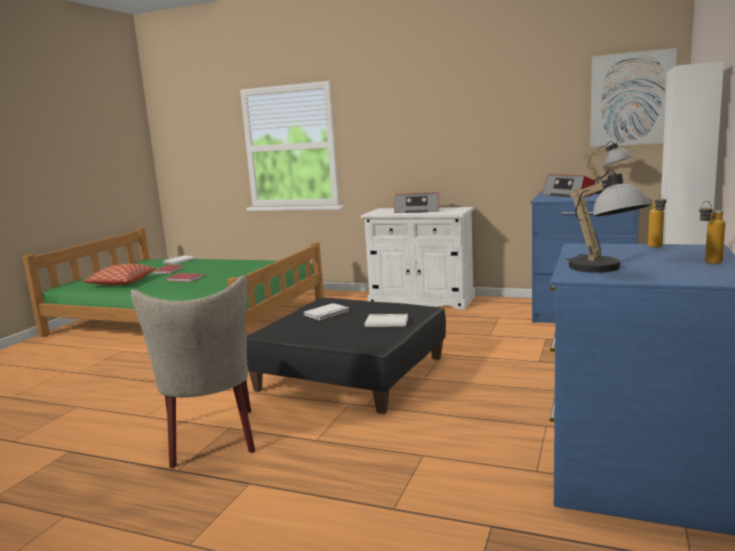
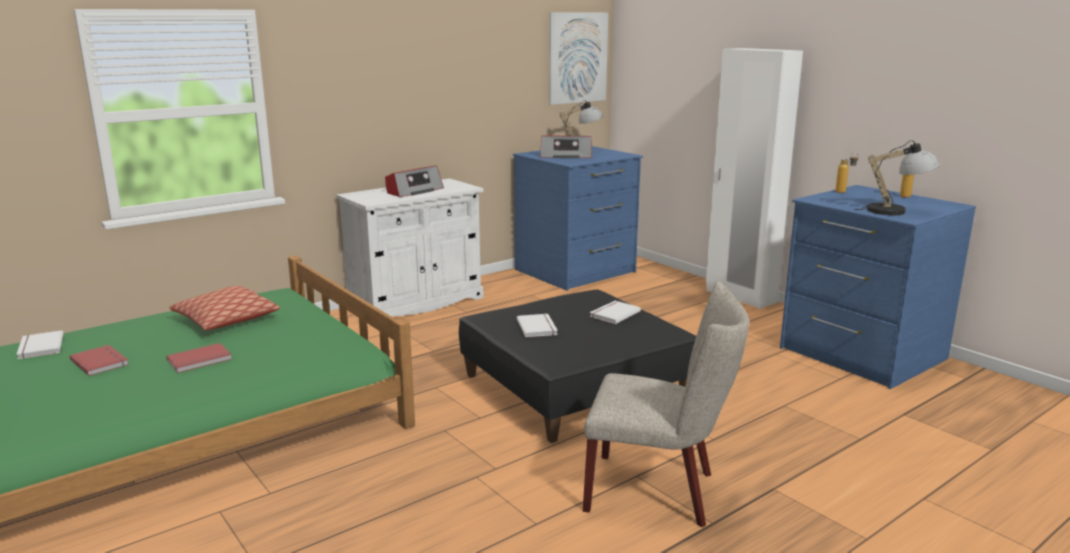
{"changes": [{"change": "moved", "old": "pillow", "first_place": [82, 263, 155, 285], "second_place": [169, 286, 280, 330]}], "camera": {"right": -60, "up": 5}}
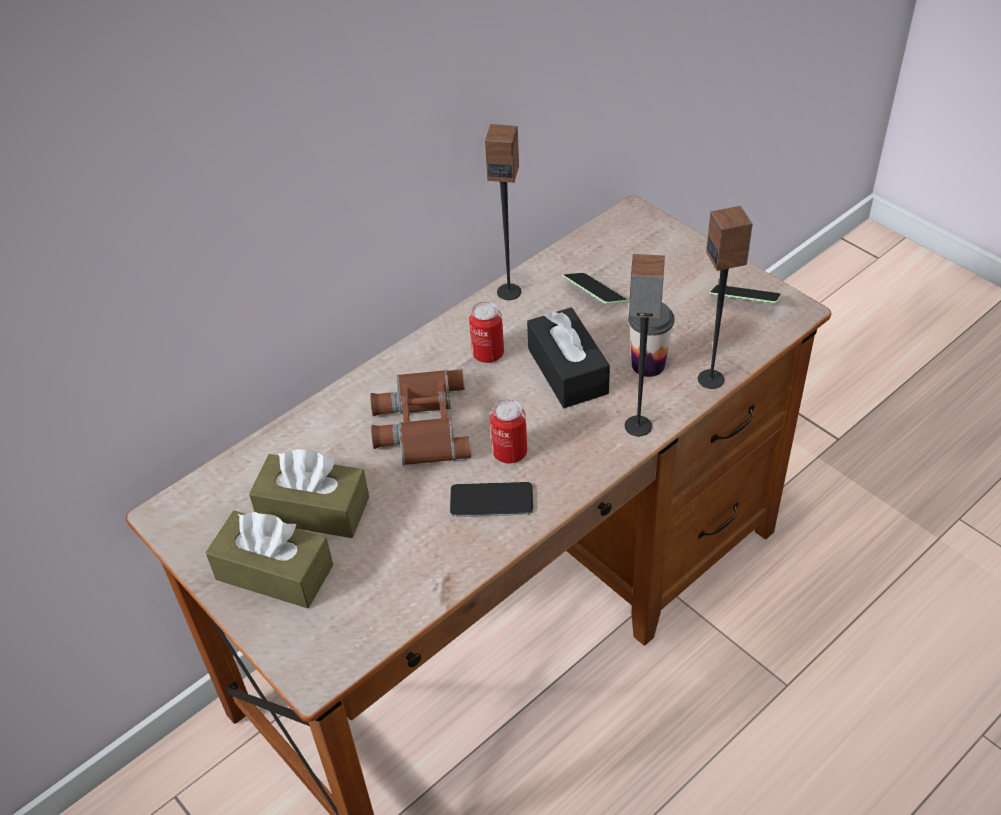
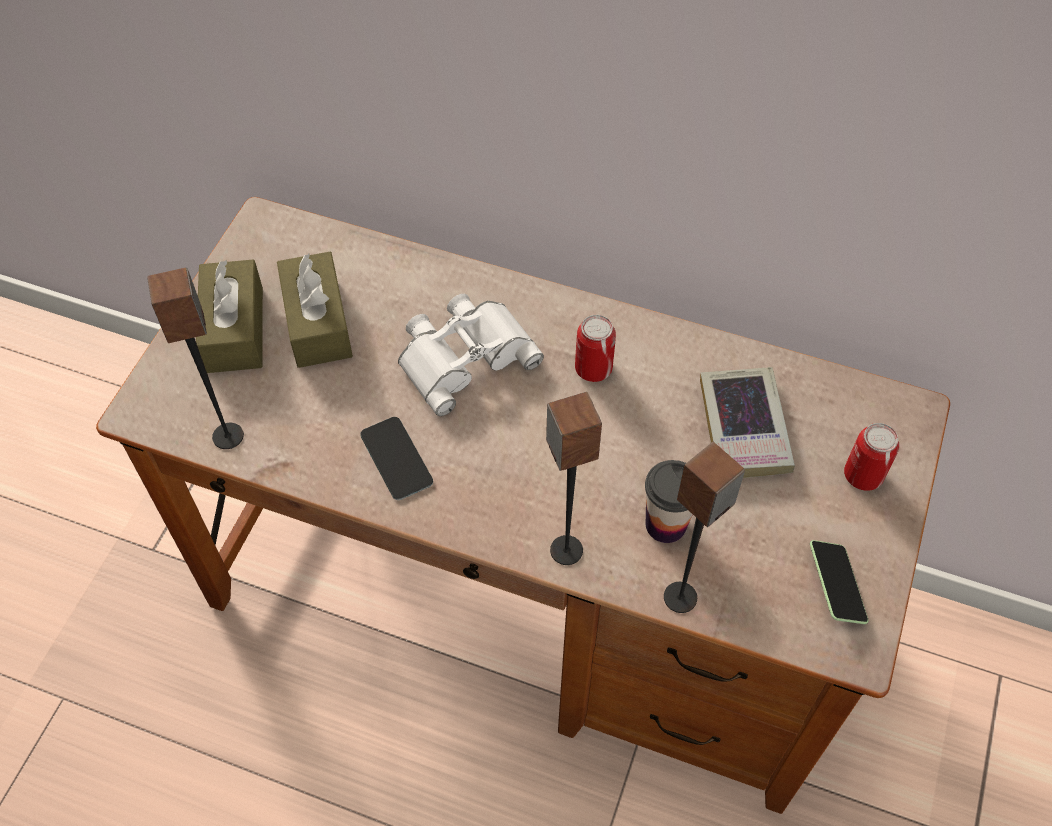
{"changes": [{"change": "recoloured", "old": "brown binoculars", "new": "white binoculars", "first_place": [370, 369, 472, 465], "second_place": [398, 294, 544, 416]}, {"change": "moved", "old": "speaker", "first_place": [485, 124, 521, 300], "second_place": [147, 268, 244, 449]}, {"change": "moved", "old": "can", "first_place": [490, 399, 527, 464], "second_place": [844, 423, 899, 491]}, {"change": "removed", "old": "black tissue box", "first_place": [527, 307, 610, 408]}, {"change": "replaced", "old": "phone", "new": "book", "first_place": [563, 273, 627, 304], "second_place": [700, 367, 795, 478]}], "camera": {"right": 60, "up": 10}}
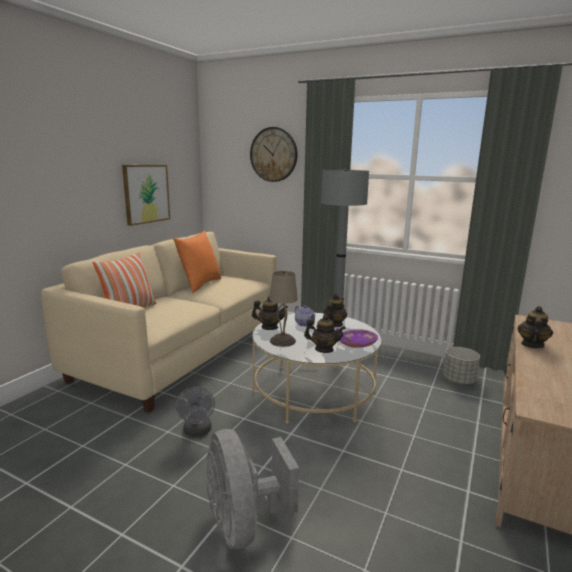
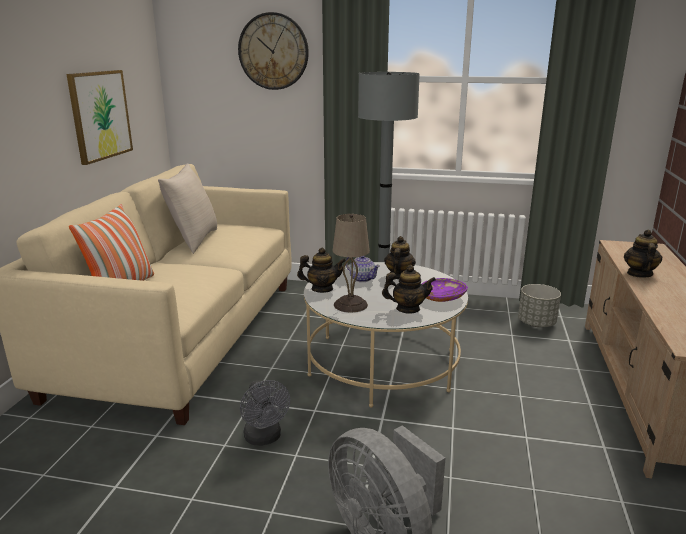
{"changes": [{"change": "recoloured", "old": "orange pillow", "new": "beige pillow", "first_place": [173, 230, 221, 293], "second_place": [158, 163, 217, 254]}], "camera": {"right": -15, "up": 5}}
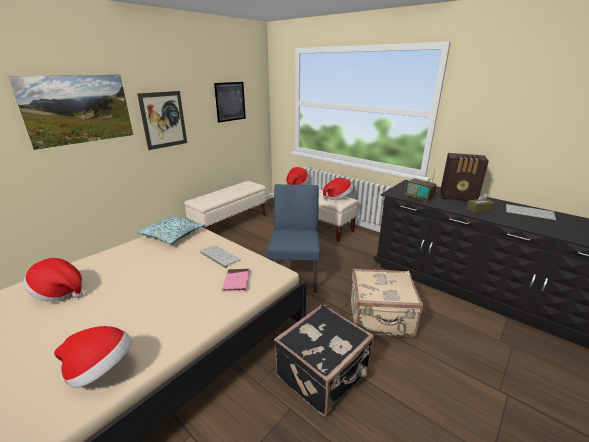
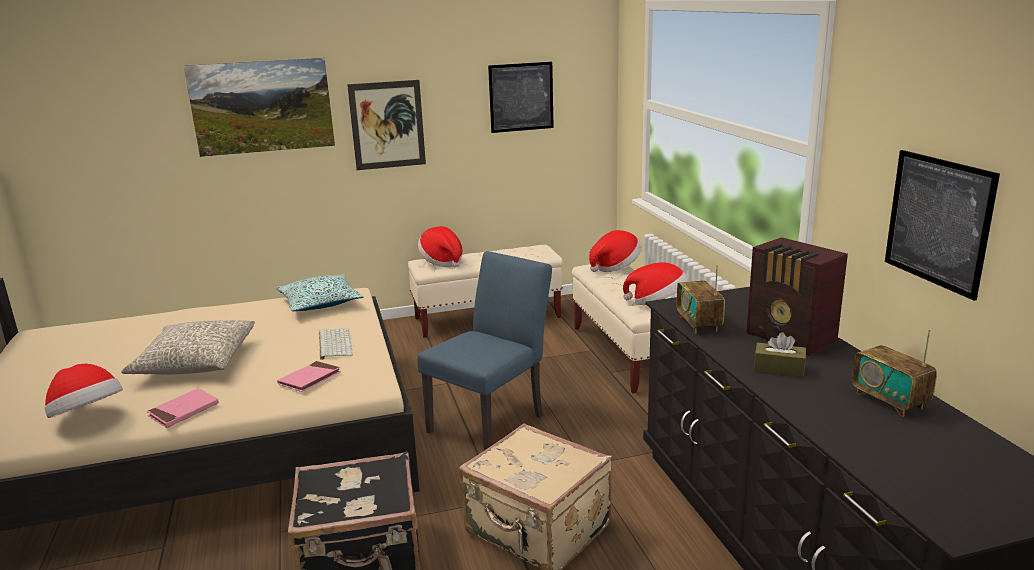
{"changes": [{"change": "moved", "old": "hat", "first_place": [24, 258, 83, 302], "second_place": [418, 226, 463, 268]}, {"change": "replaced", "old": "keyboard", "new": "radio", "first_place": [506, 204, 556, 220], "second_place": [852, 329, 937, 417]}, {"change": "added", "new": "grey pillow", "second_place": [121, 320, 255, 375]}, {"change": "added", "new": "pink book", "second_place": [147, 388, 219, 428]}, {"change": "added", "new": "picture", "second_place": [885, 150, 1000, 301]}], "camera": {"right": 35, "up": -5}}
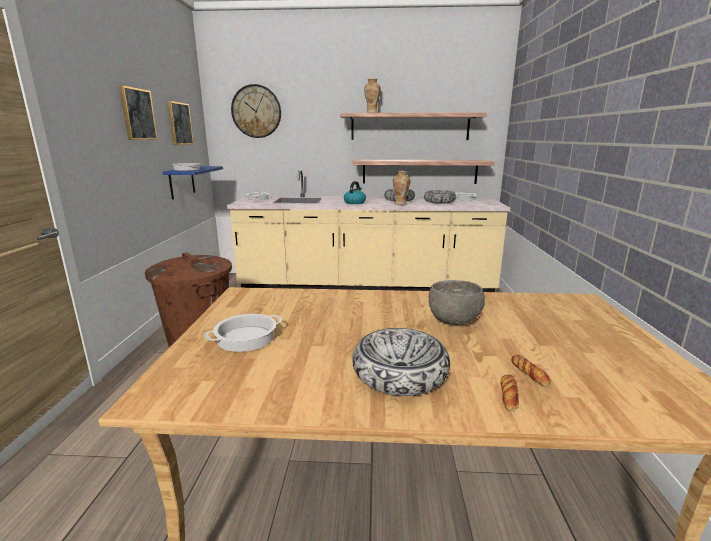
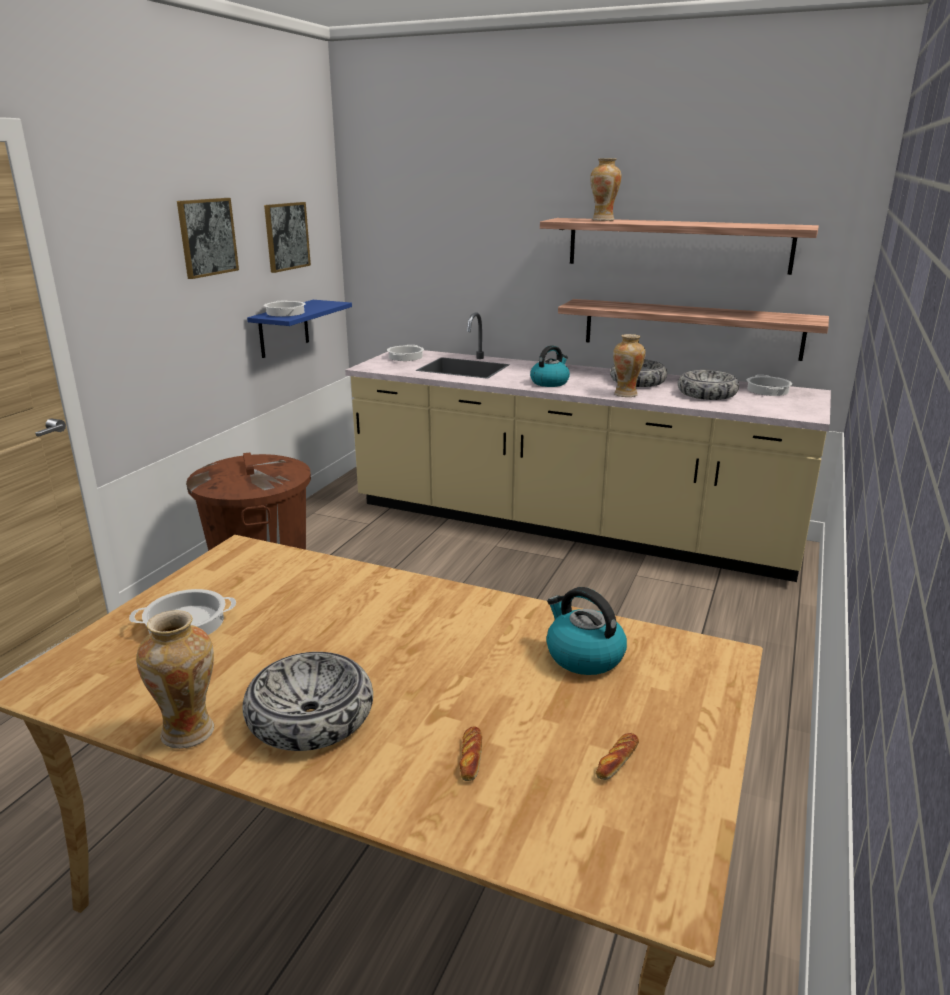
{"changes": [{"change": "removed", "old": "wall clock", "first_place": [231, 84, 281, 138]}, {"change": "removed", "old": "grey bowl", "first_place": [429, 280, 485, 325]}, {"change": "moved", "old": "bread", "first_place": [500, 374, 519, 411], "second_place": [596, 733, 639, 780]}, {"change": "added", "new": "vase", "second_place": [136, 610, 214, 749]}, {"change": "added", "new": "kettle", "second_place": [546, 587, 627, 675]}], "camera": {"right": 20, "up": 5}}
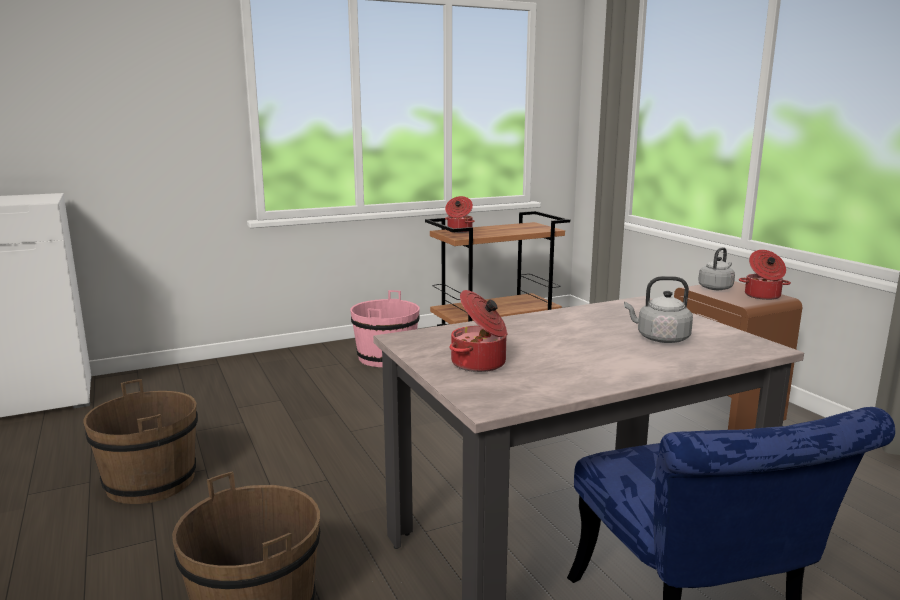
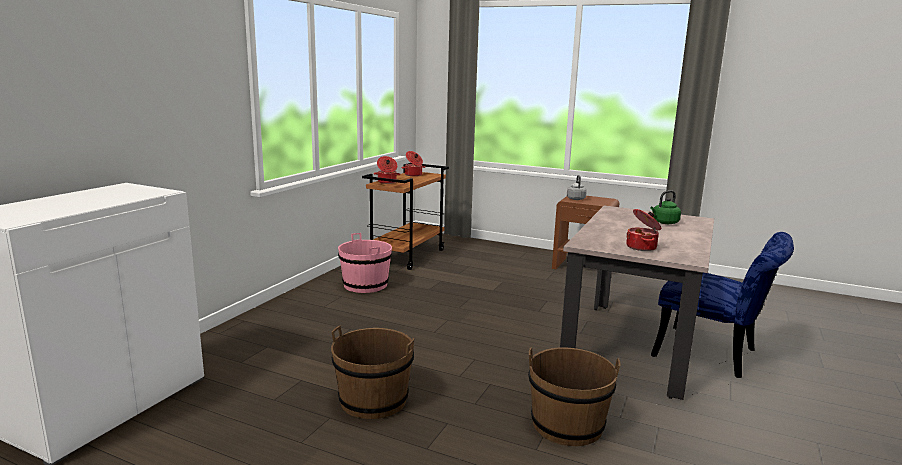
{"changes": [{"change": "recoloured", "old": "grey kettle", "new": "green kettle", "first_place": [624, 276, 693, 343], "second_place": [650, 190, 681, 224]}, {"change": "moved", "old": "cooking pot", "first_place": [739, 250, 791, 300], "second_place": [402, 151, 425, 176]}], "camera": {"right": -40, "up": 0}}
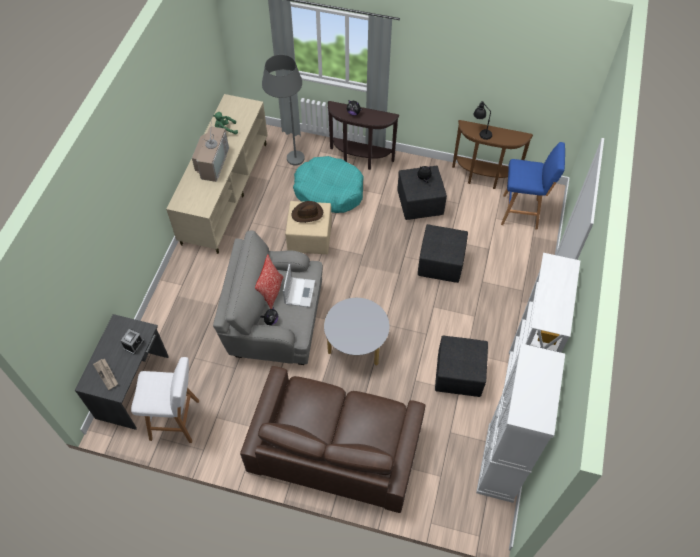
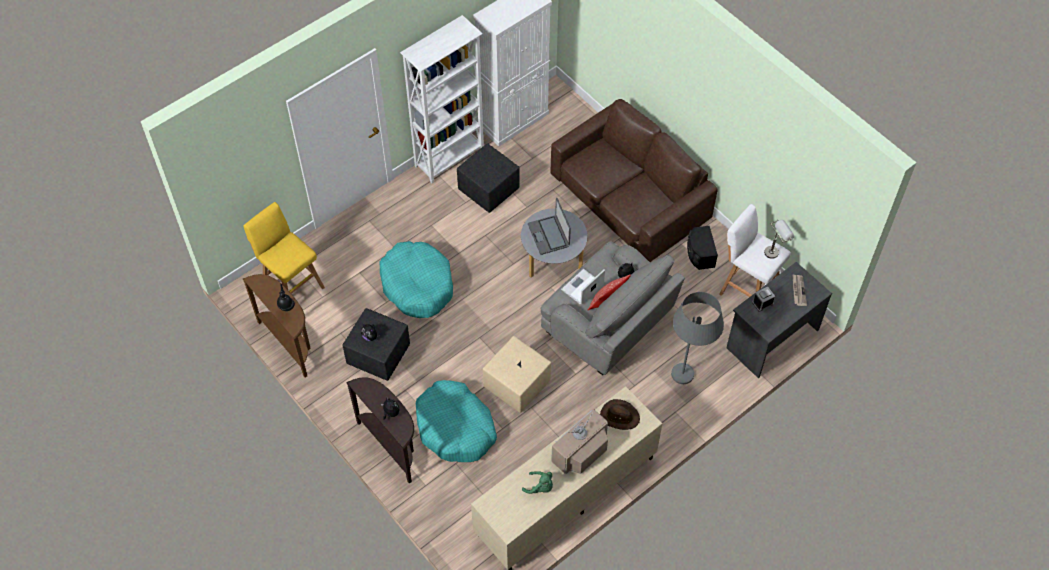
{"changes": [{"change": "moved", "old": "grey floor lamp", "first_place": [262, 55, 305, 165], "second_place": [671, 292, 724, 384]}, {"change": "moved", "old": "brown hat", "first_place": [291, 201, 323, 223], "second_place": [600, 399, 640, 430]}, {"change": "replaced", "old": "black ottoman", "new": "turquoise dog bed", "first_place": [418, 224, 468, 283], "second_place": [380, 241, 453, 318]}, {"change": "recoloured", "old": "blue stool", "new": "yellow stool", "first_place": [501, 142, 565, 230], "second_place": [243, 202, 325, 294]}, {"change": "added", "new": "laptop", "second_place": [528, 198, 571, 255]}, {"change": "added", "new": "black speaker", "second_place": [687, 226, 718, 270]}, {"change": "added", "new": "grey table lamp", "second_place": [764, 219, 794, 259]}], "camera": {"right": -145, "up": 0}}
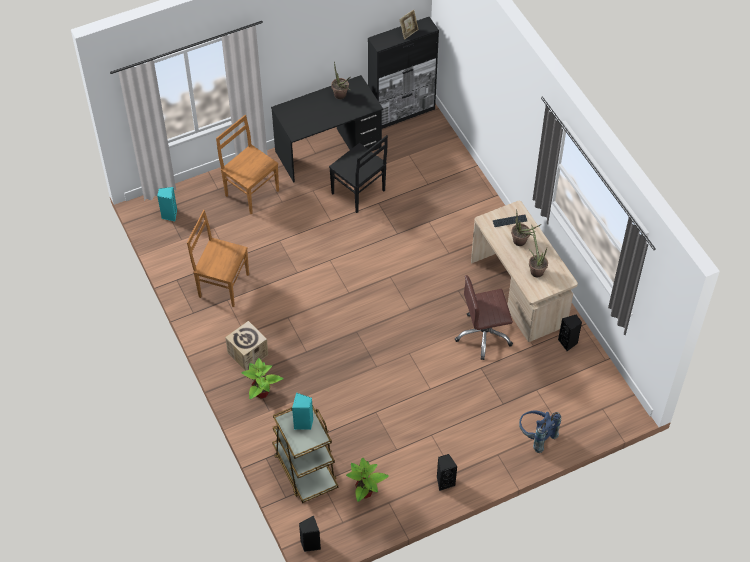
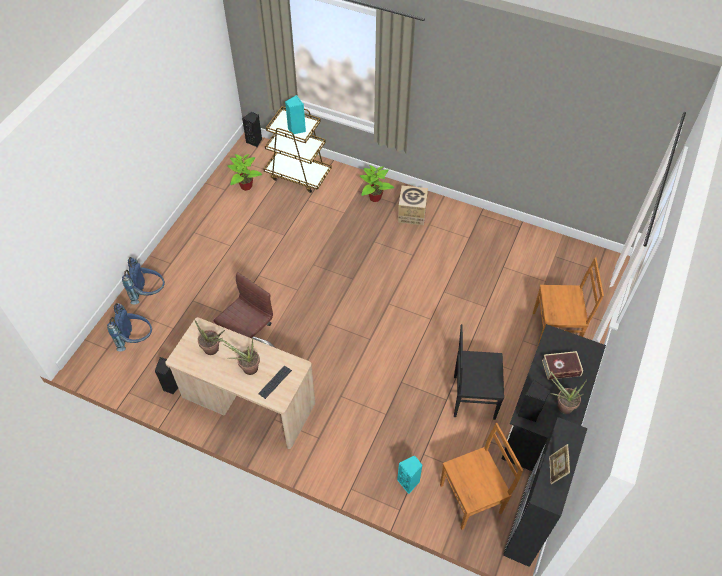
{"changes": [{"change": "moved", "old": "turquoise speaker", "first_place": [157, 187, 177, 221], "second_place": [397, 455, 422, 494]}, {"change": "moved", "old": "brown chair", "first_place": [187, 210, 249, 307], "second_place": [440, 423, 523, 530]}, {"change": "moved", "old": "black speaker", "first_place": [437, 454, 458, 491], "second_place": [518, 380, 550, 422]}, {"change": "added", "new": "blue backpack", "second_place": [107, 303, 152, 352]}, {"change": "added", "new": "book", "second_place": [542, 351, 583, 380]}], "camera": {"right": 140, "up": 0}}
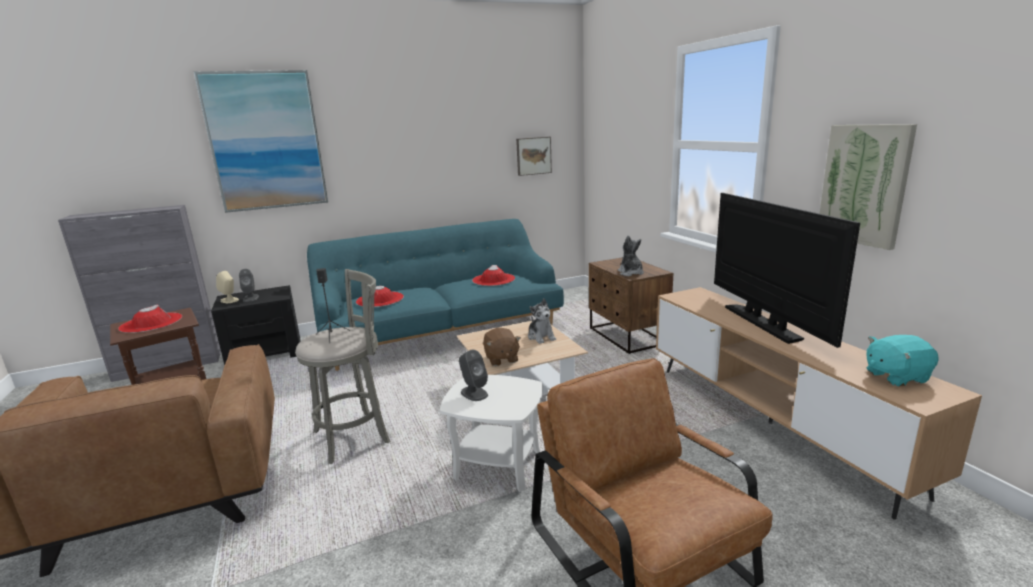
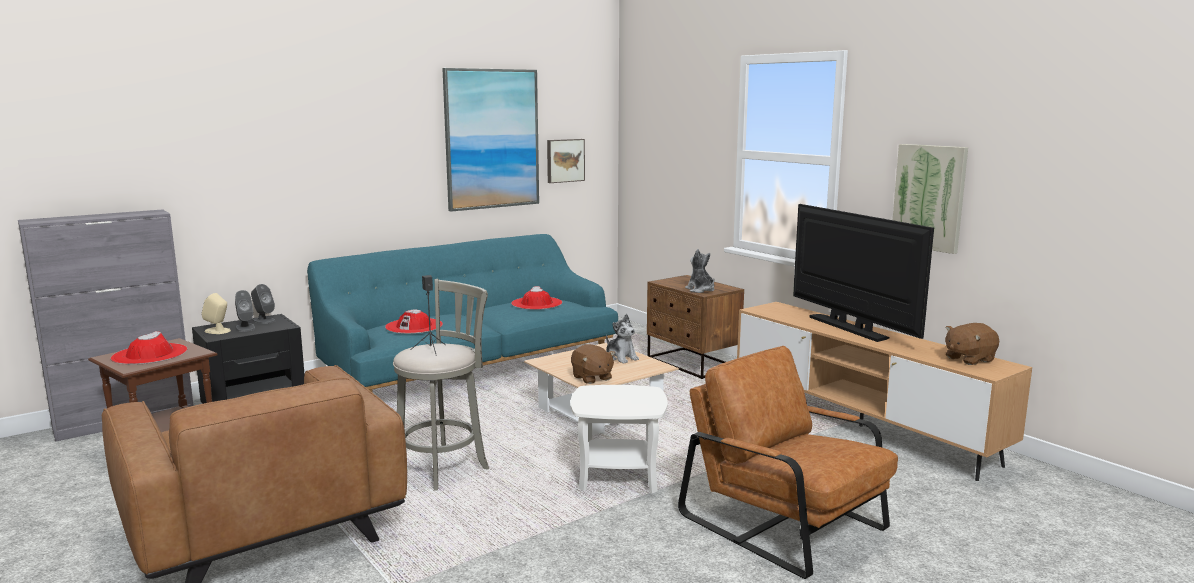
{"changes": [{"change": "moved", "old": "picture", "first_place": [194, 70, 328, 213], "second_place": [442, 68, 539, 212]}, {"change": "moved", "old": "grey speaker", "first_place": [459, 350, 488, 401], "second_place": [251, 284, 275, 324]}, {"change": "recoloured", "old": "turquoise plush toy", "new": "brown plush toy", "first_place": [866, 335, 939, 387], "second_place": [945, 323, 999, 365]}], "camera": {"right": -15, "up": -5}}
